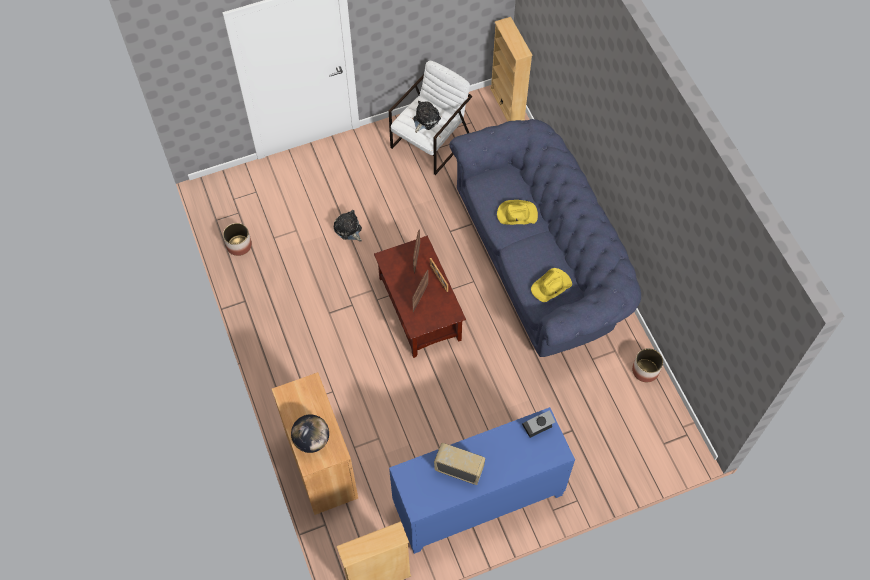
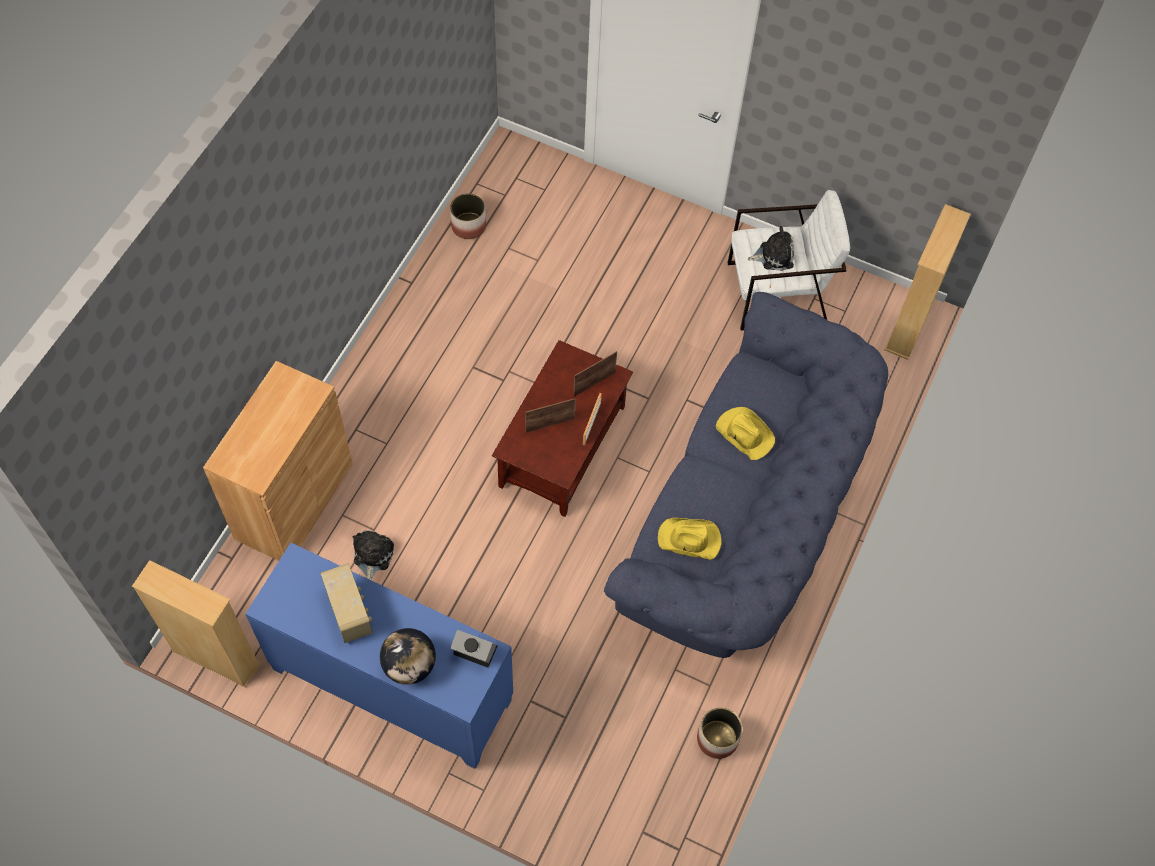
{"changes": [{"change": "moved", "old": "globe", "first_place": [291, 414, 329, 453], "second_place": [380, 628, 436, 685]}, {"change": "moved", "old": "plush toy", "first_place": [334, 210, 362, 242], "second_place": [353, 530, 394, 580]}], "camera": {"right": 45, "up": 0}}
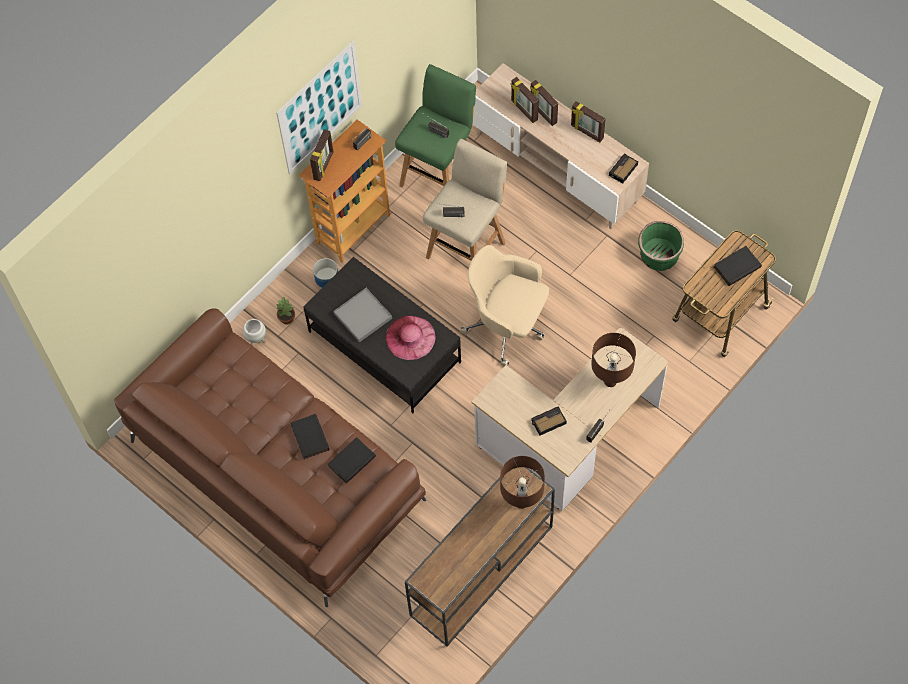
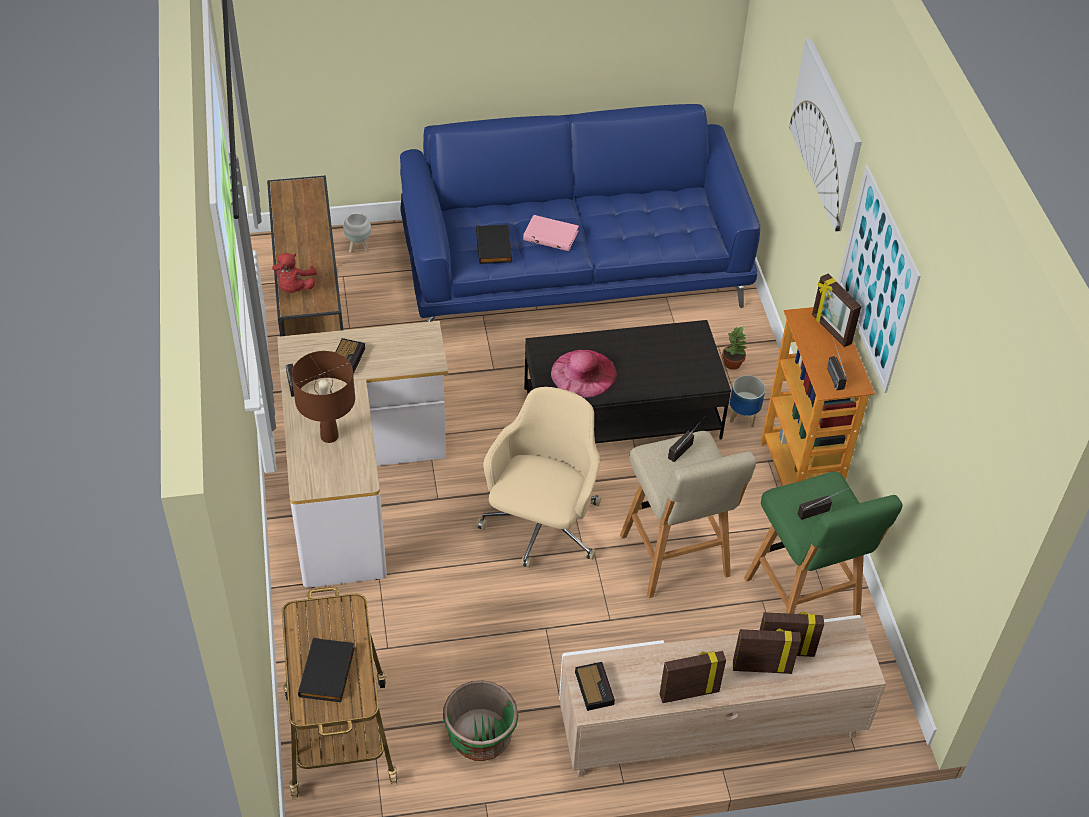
{"changes": [{"change": "recoloured", "old": "brown sofa", "new": "blue sofa", "first_place": [114, 308, 426, 607], "second_place": [400, 104, 760, 322]}, {"change": "moved", "old": "white planter", "first_place": [243, 319, 266, 346], "second_place": [343, 213, 371, 253]}, {"change": "recoloured", "old": "black book", "new": "pink book", "first_place": [291, 414, 330, 459], "second_place": [523, 215, 579, 251]}, {"change": "removed", "old": "grey tray", "first_place": [334, 288, 392, 342]}, {"change": "turned", "old": "beige office chair", "first_place": [460, 245, 549, 366], "second_place": [476, 387, 602, 568], "degrees": -45}, {"change": "replaced", "old": "brown table lamp", "new": "red plush toy", "first_place": [500, 456, 545, 509], "second_place": [272, 253, 317, 293]}, {"change": "added", "new": "picture", "second_place": [789, 39, 862, 232]}], "camera": {"right": 125, "up": -15}}
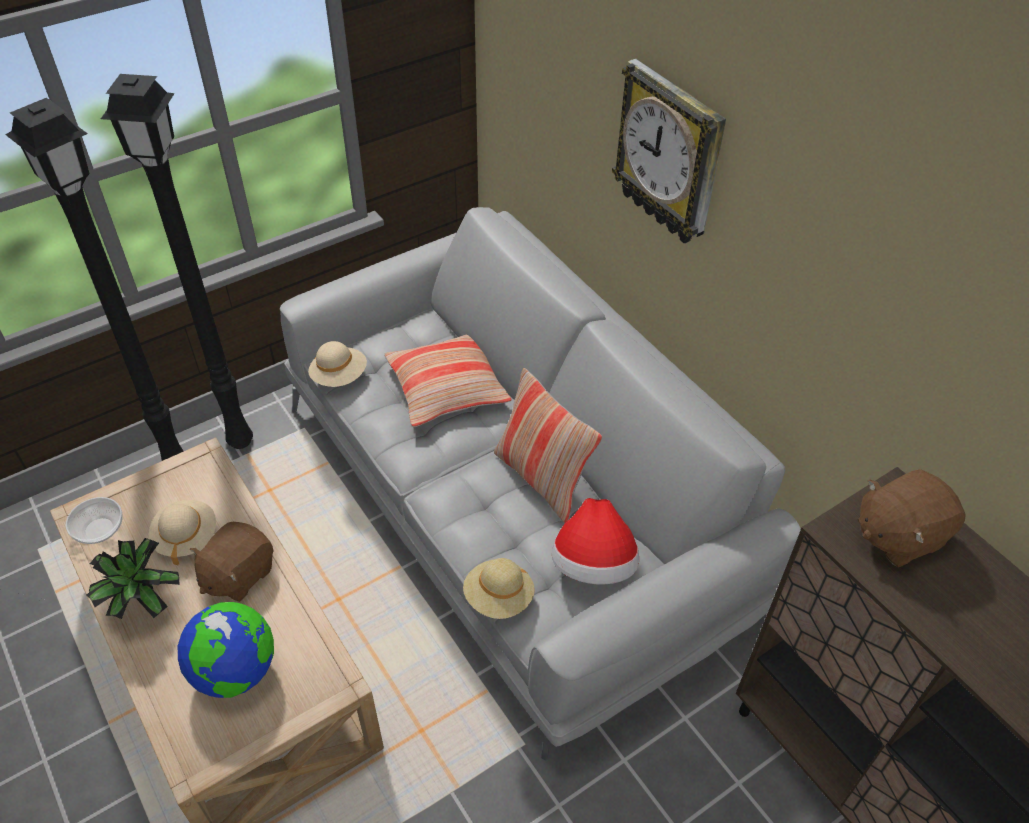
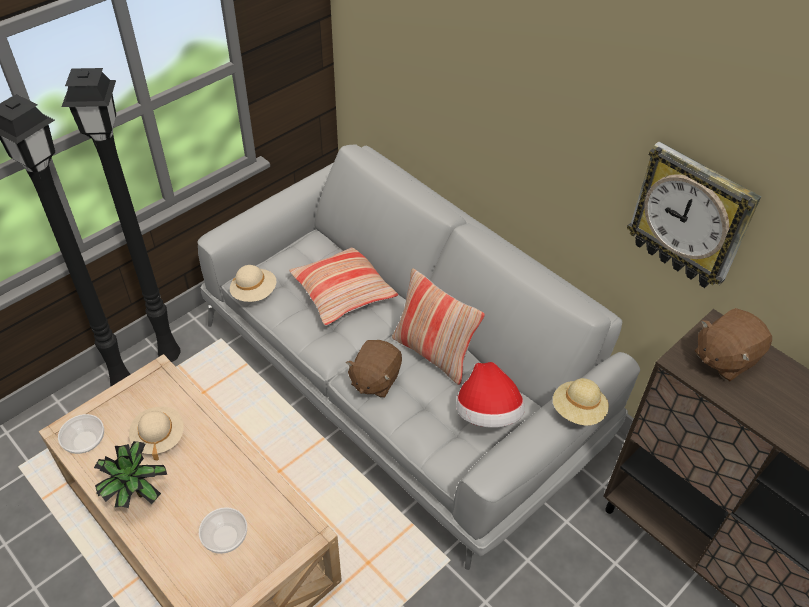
{"changes": [{"change": "replaced", "old": "globe", "new": "bowl", "first_place": [178, 602, 274, 698], "second_place": [199, 507, 247, 554]}, {"change": "moved", "old": "brown plush toy", "first_place": [190, 522, 274, 602], "second_place": [346, 340, 402, 397]}, {"change": "moved", "old": "beige hat", "first_place": [463, 558, 535, 619], "second_place": [553, 378, 609, 425]}, {"change": "moved", "old": "wall clock", "first_place": [612, 59, 726, 243], "second_place": [627, 141, 761, 288]}], "camera": {"right": -10, "up": 0}}
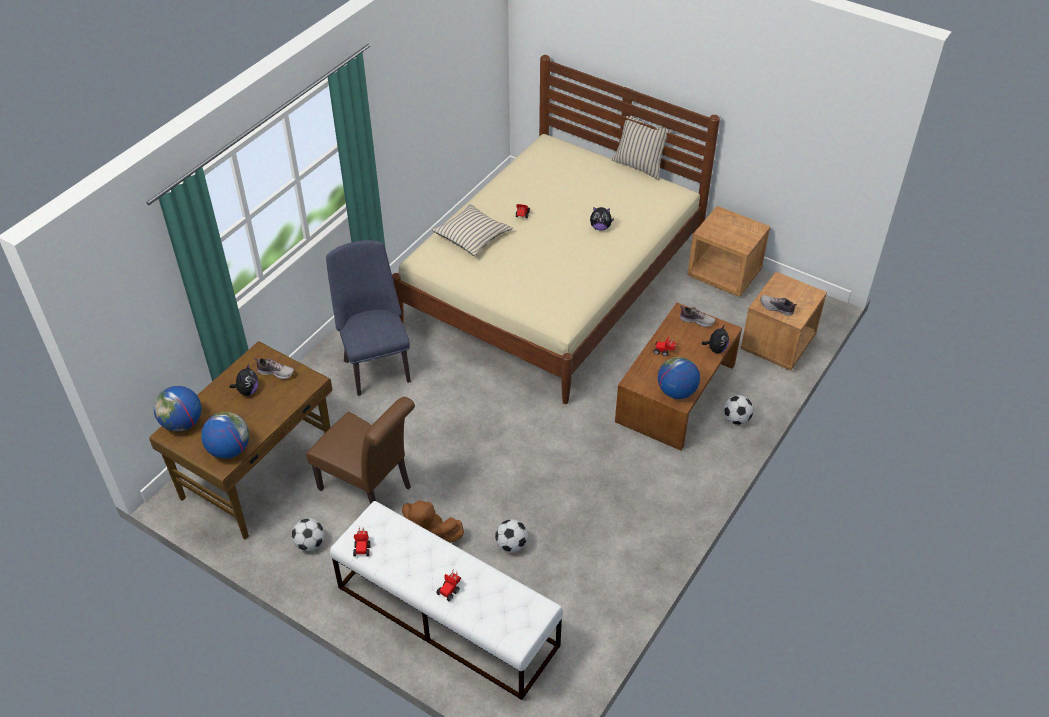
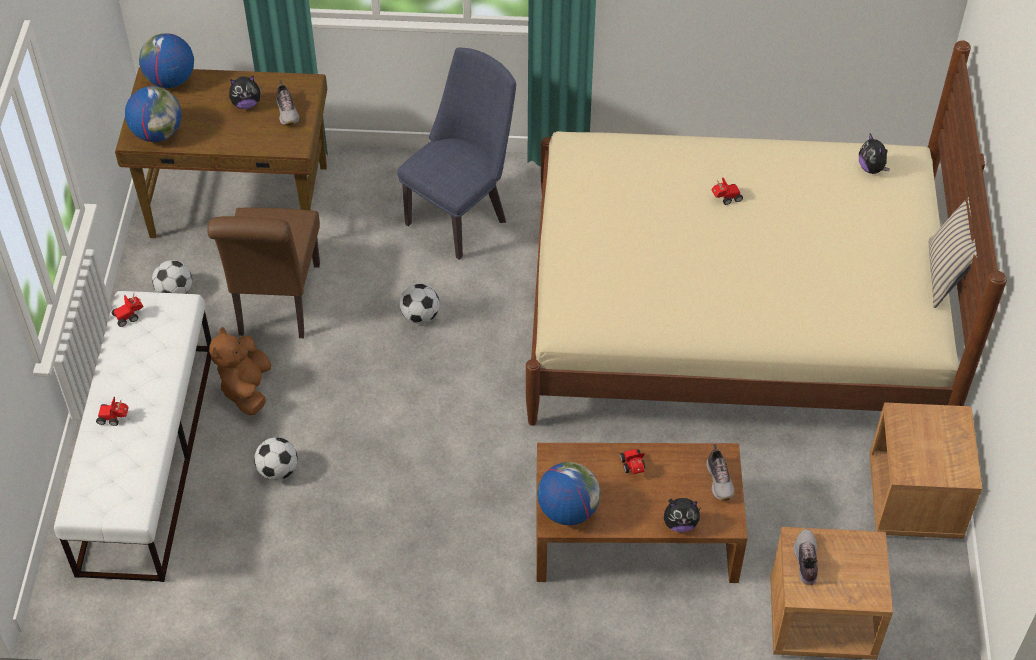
{"changes": [{"change": "removed", "old": "beige pillow", "first_place": [432, 204, 513, 256]}, {"change": "moved", "old": "plush toy", "first_place": [590, 207, 614, 231], "second_place": [859, 133, 890, 174]}, {"change": "moved", "old": "football", "first_place": [723, 395, 753, 425], "second_place": [399, 284, 440, 324]}], "camera": {"right": 60, "up": 5}}
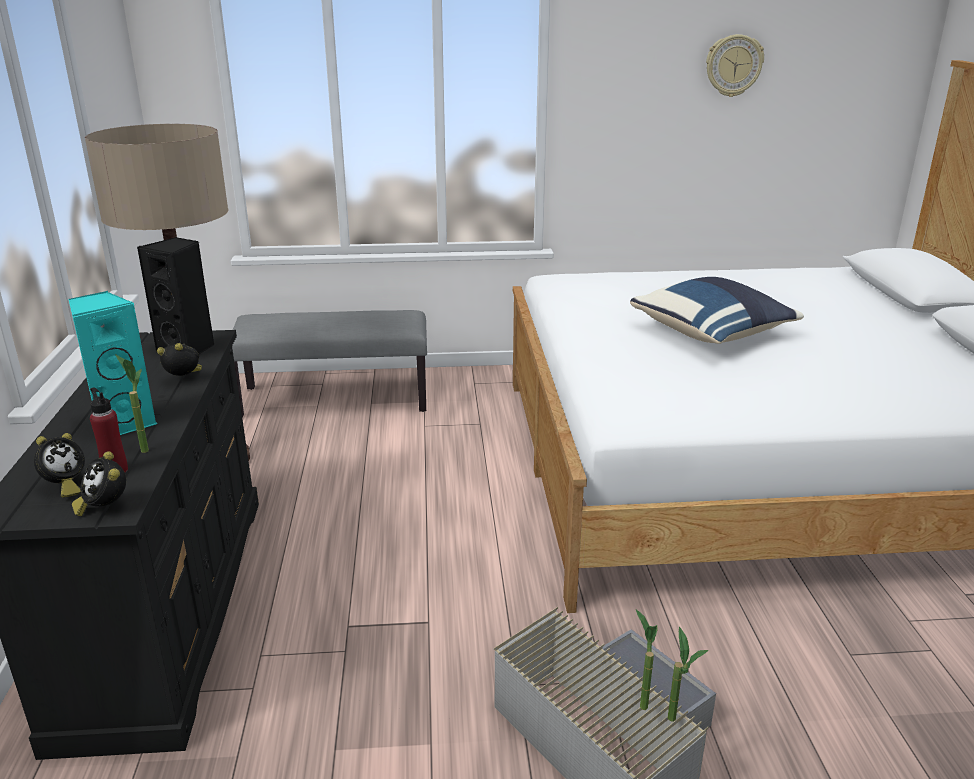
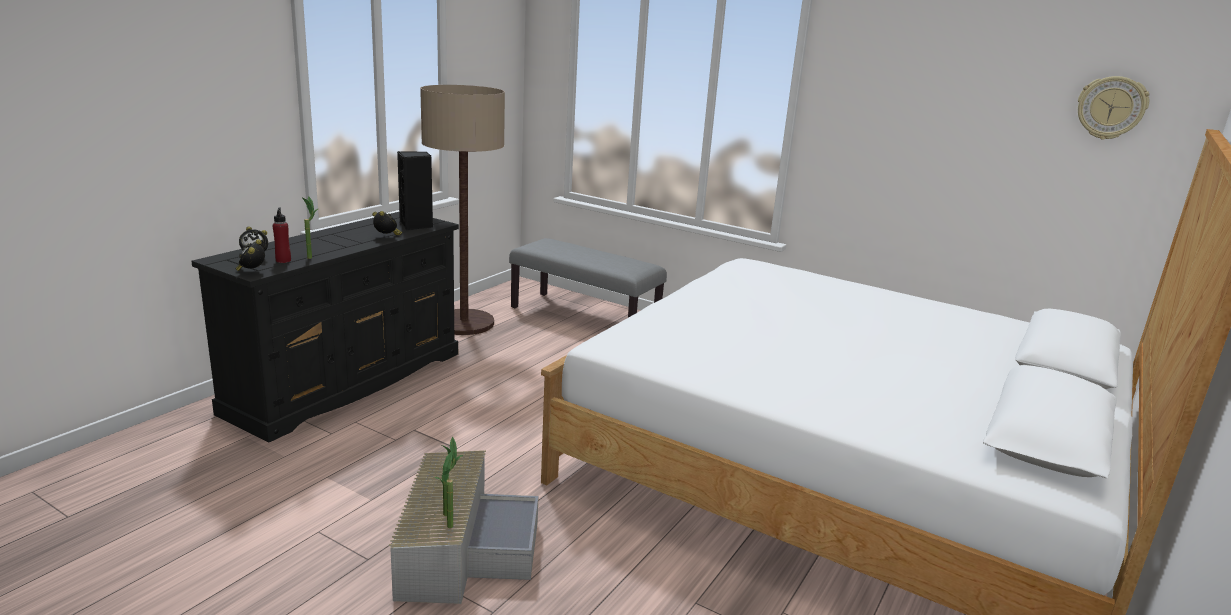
{"changes": [{"change": "removed", "old": "turquoise speaker", "first_place": [68, 291, 157, 435]}, {"change": "removed", "old": "blue pillow", "first_place": [630, 277, 804, 344]}, {"change": "moved", "old": "wall clock", "first_place": [706, 34, 764, 97], "second_place": [1078, 76, 1150, 140]}], "camera": {"right": 35, "up": -5}}
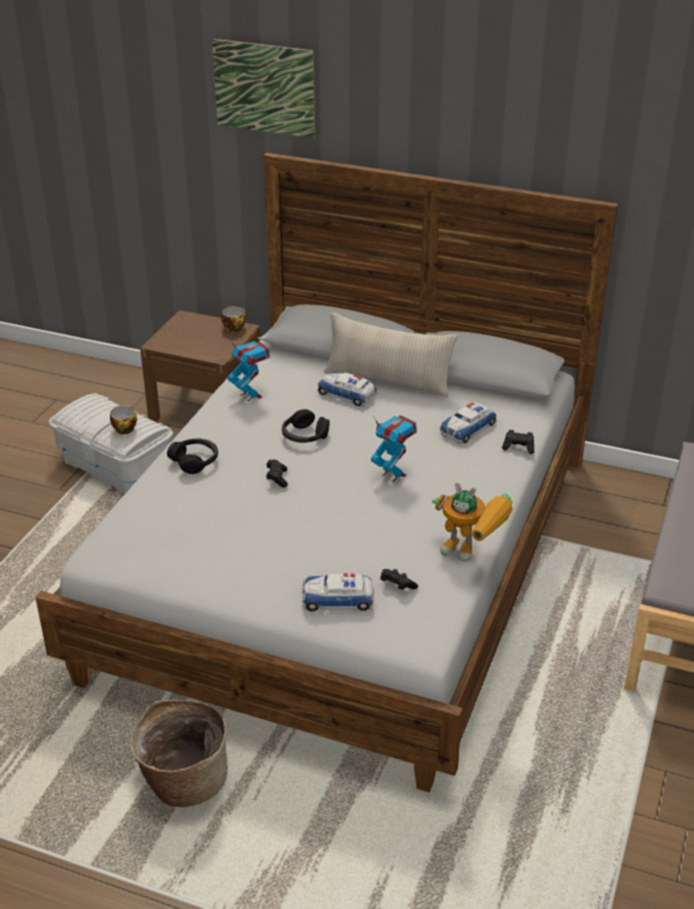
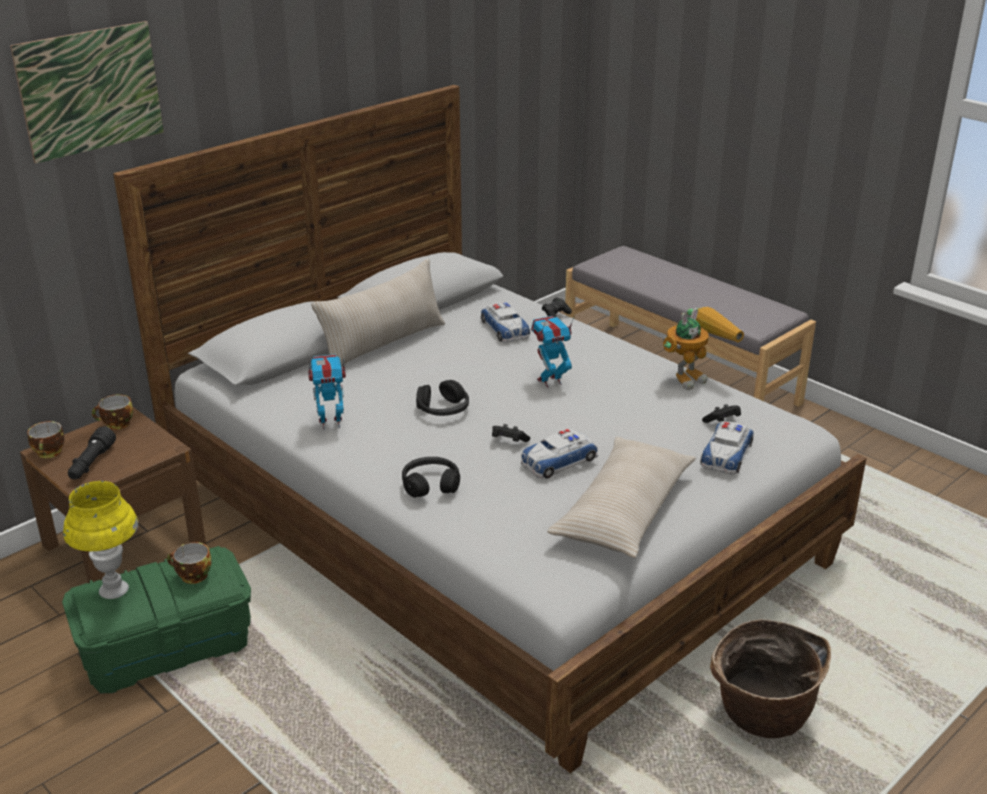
{"changes": [{"change": "recoloured", "old": "white storage box", "new": "green storage box", "first_place": [49, 394, 173, 494], "second_place": [62, 546, 251, 693]}, {"change": "moved", "old": "toy car", "first_place": [318, 371, 377, 407], "second_place": [521, 429, 598, 479]}, {"change": "added", "new": "cup", "second_place": [27, 421, 65, 458]}, {"change": "added", "new": "yellow table lamp", "second_place": [63, 481, 138, 599]}, {"change": "added", "new": "black flashlight", "second_place": [68, 426, 116, 479]}, {"change": "added", "new": "beige pillow", "second_place": [547, 437, 696, 558]}], "camera": {"right": -65, "up": -5}}
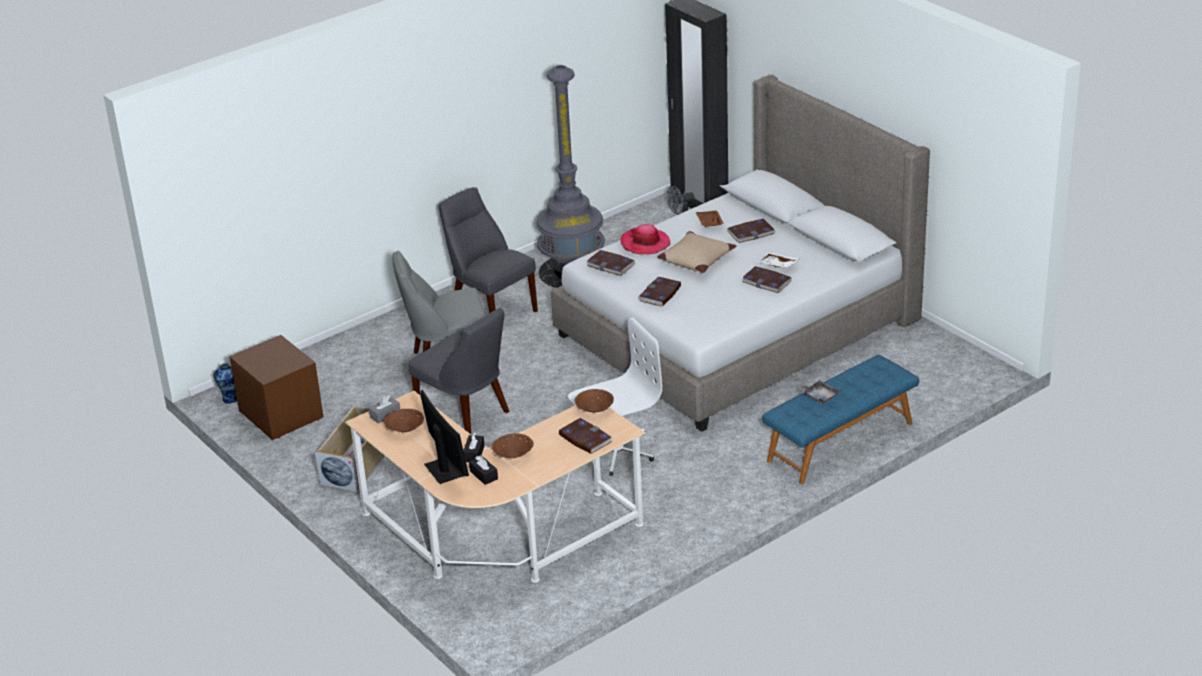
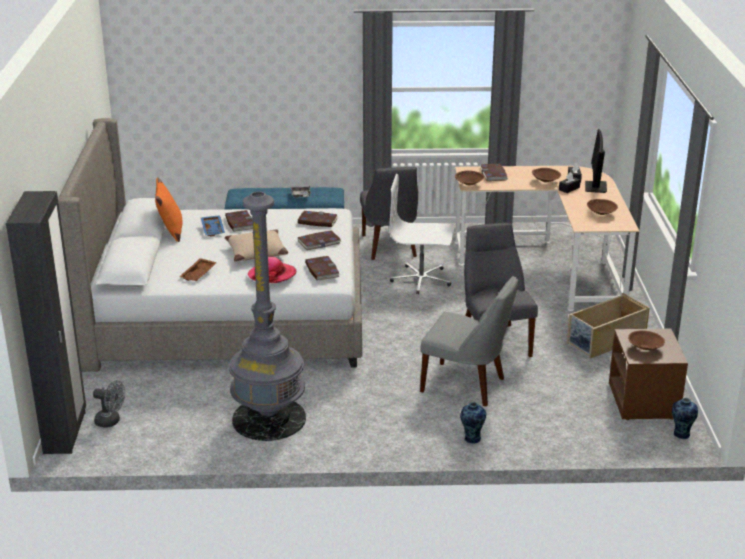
{"changes": [{"change": "removed", "old": "grey tissue box", "first_place": [369, 395, 400, 424]}, {"change": "moved", "old": "grey chair", "first_place": [439, 187, 538, 313], "second_place": [360, 167, 418, 260]}, {"change": "moved", "old": "book", "first_place": [727, 219, 775, 243], "second_place": [297, 211, 338, 227]}, {"change": "recoloured", "old": "white tray", "new": "blue tray", "first_place": [756, 252, 799, 268], "second_place": [201, 215, 225, 236]}, {"change": "added", "new": "orange pillow", "second_place": [155, 177, 182, 242]}, {"change": "added", "new": "vase", "second_place": [460, 402, 486, 444]}, {"change": "added", "new": "brown bowl", "second_place": [628, 330, 665, 350]}], "camera": {"right": -145, "up": -5}}
